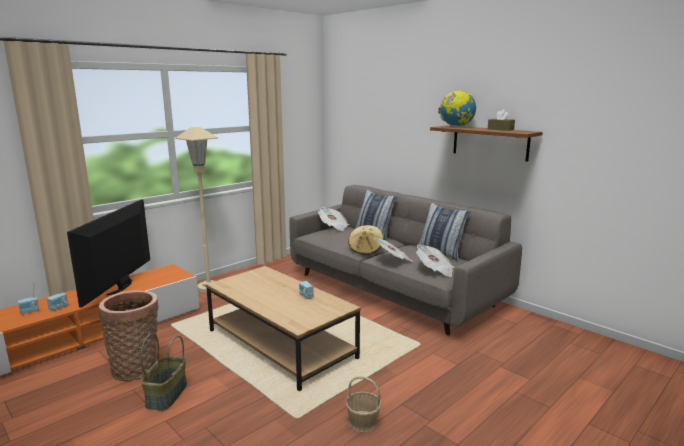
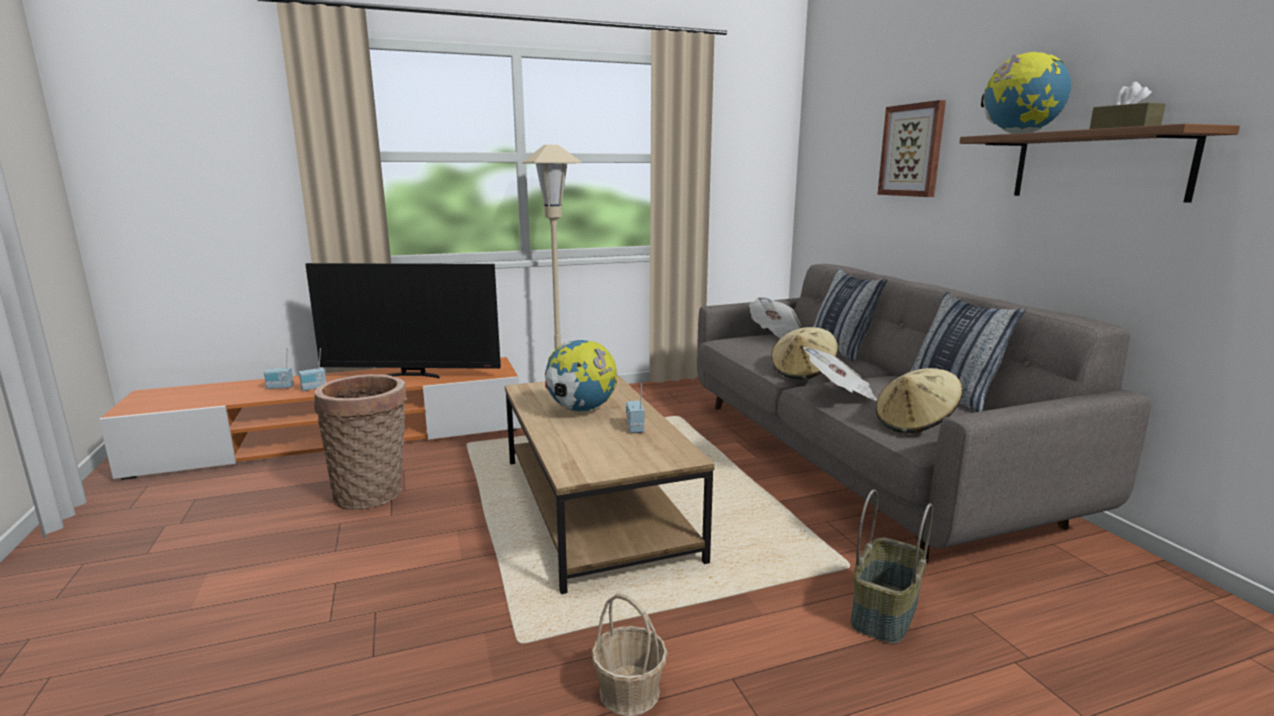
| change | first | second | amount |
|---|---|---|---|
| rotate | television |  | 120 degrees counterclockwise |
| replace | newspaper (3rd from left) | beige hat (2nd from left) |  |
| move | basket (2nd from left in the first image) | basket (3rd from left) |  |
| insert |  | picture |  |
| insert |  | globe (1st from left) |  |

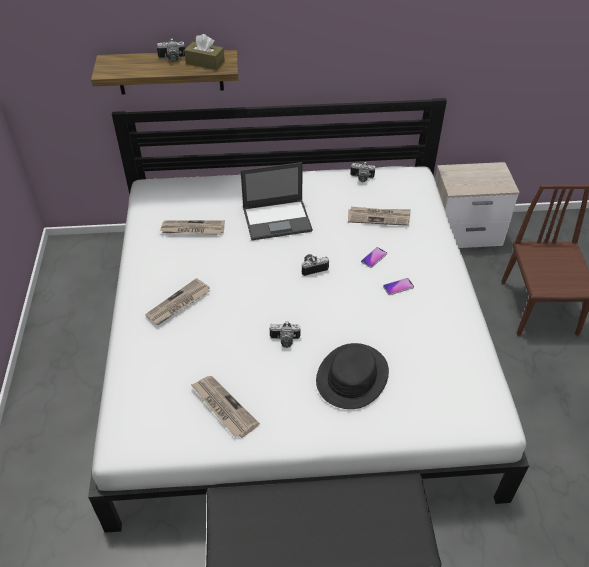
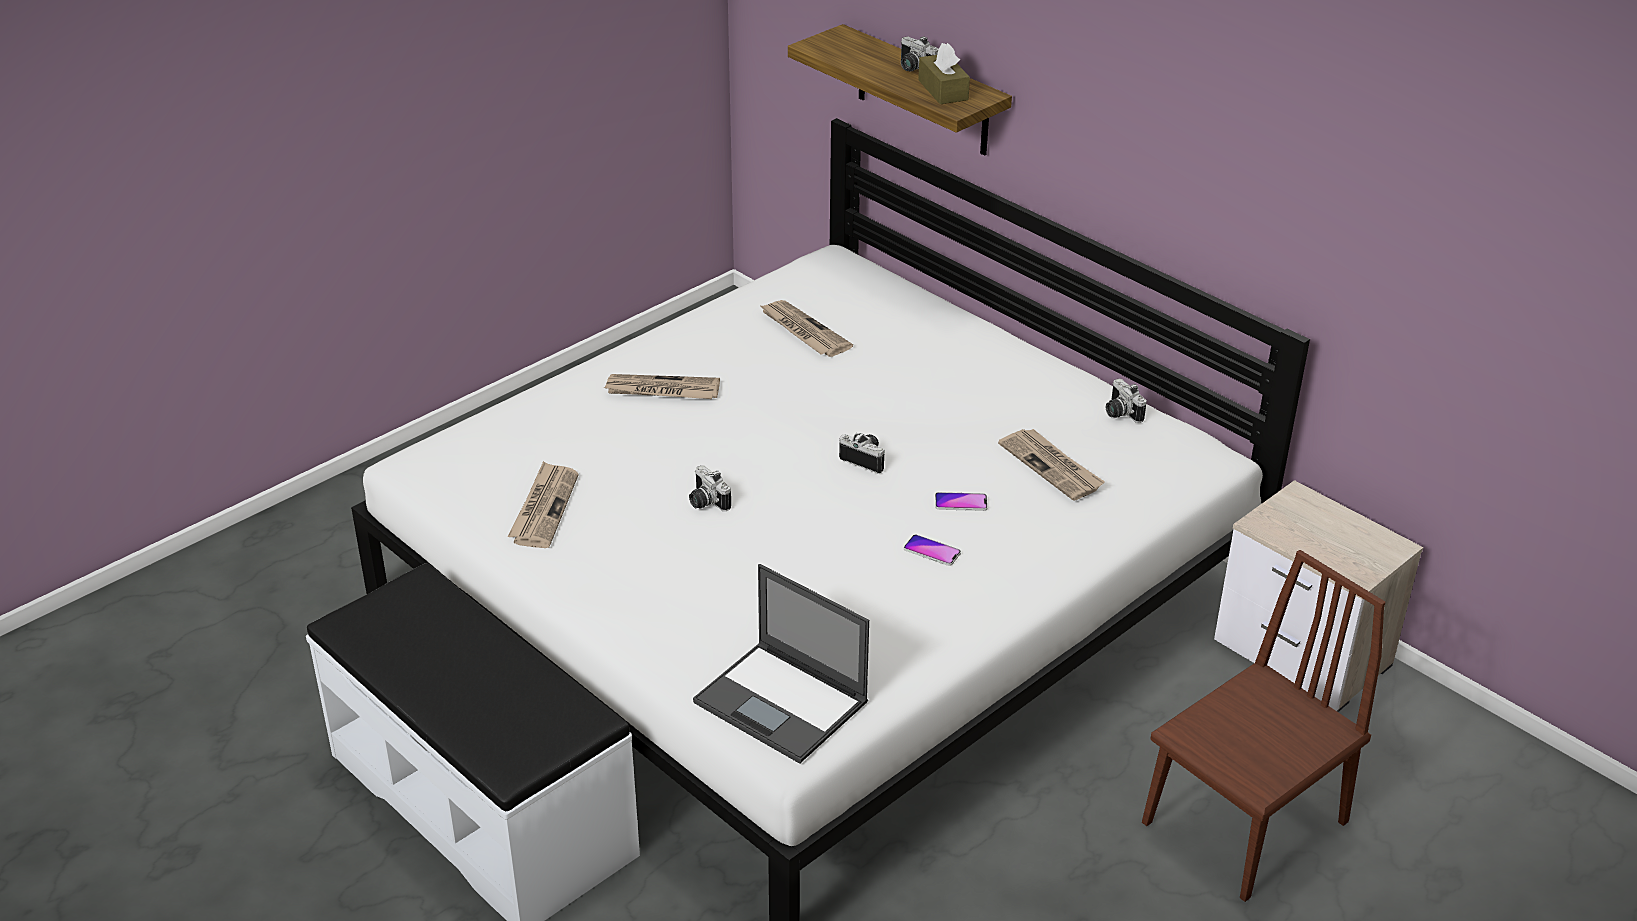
| change | first | second | amount |
|---|---|---|---|
| move | laptop |  |  |
| delete | black hat |  |  |

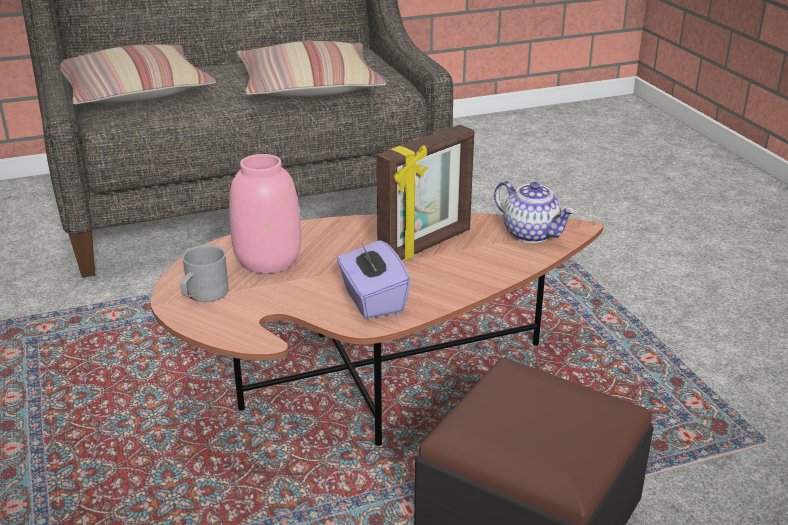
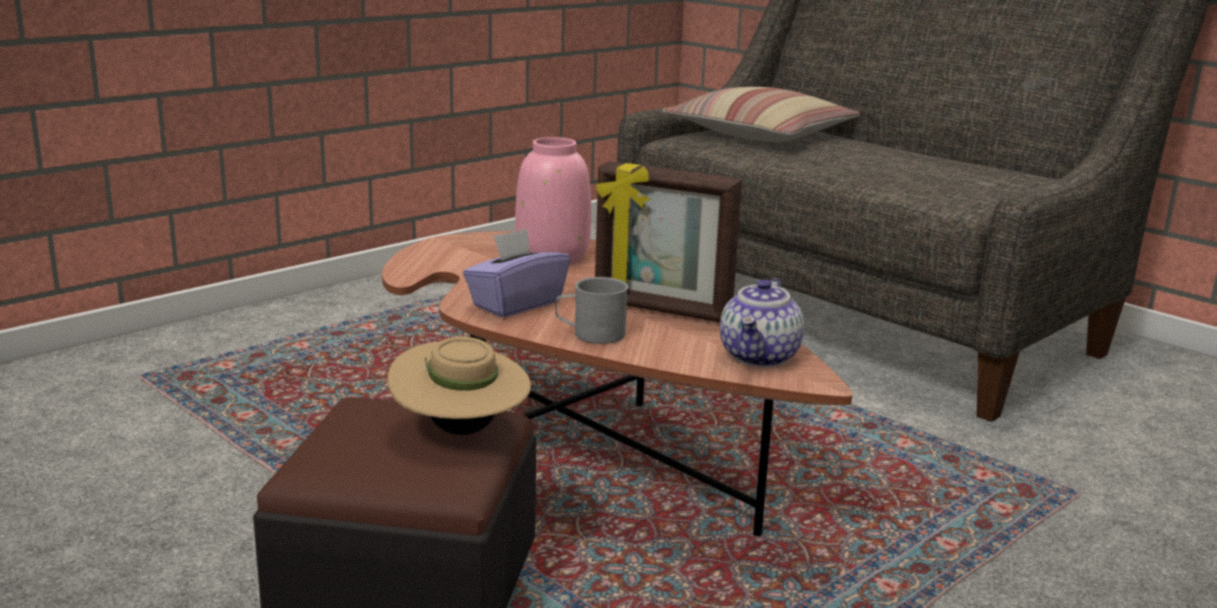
| change | first | second | amount |
|---|---|---|---|
| delete | pillow (2nd from left) |  |  |
| move | grey mug |  |  |
| insert |  | beige hat |  |

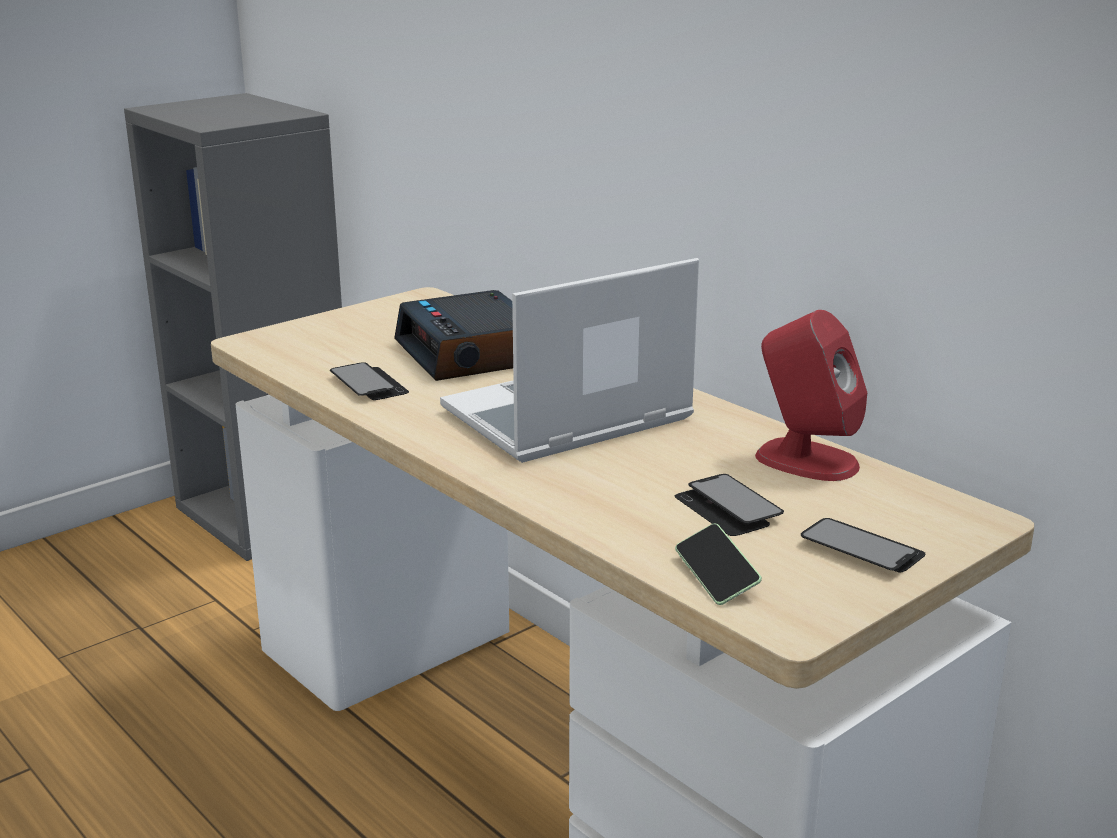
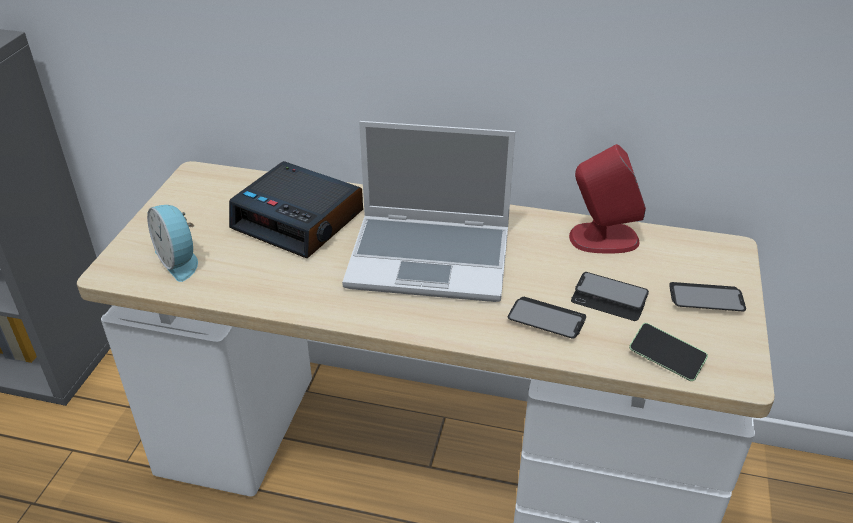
| change | first | second | amount |
|---|---|---|---|
| rotate | laptop |  | 105 degrees counterclockwise |
| move | phone (1st from left) |  |  |
| insert |  | alarm clock (1st from left) |  |

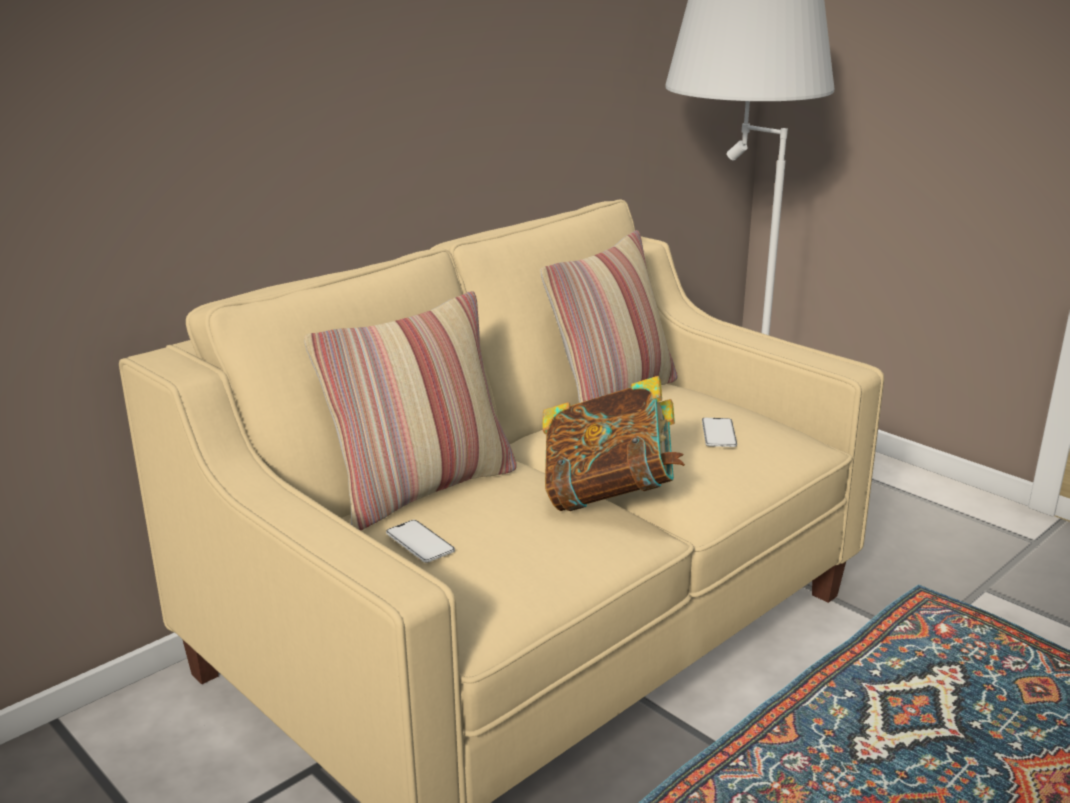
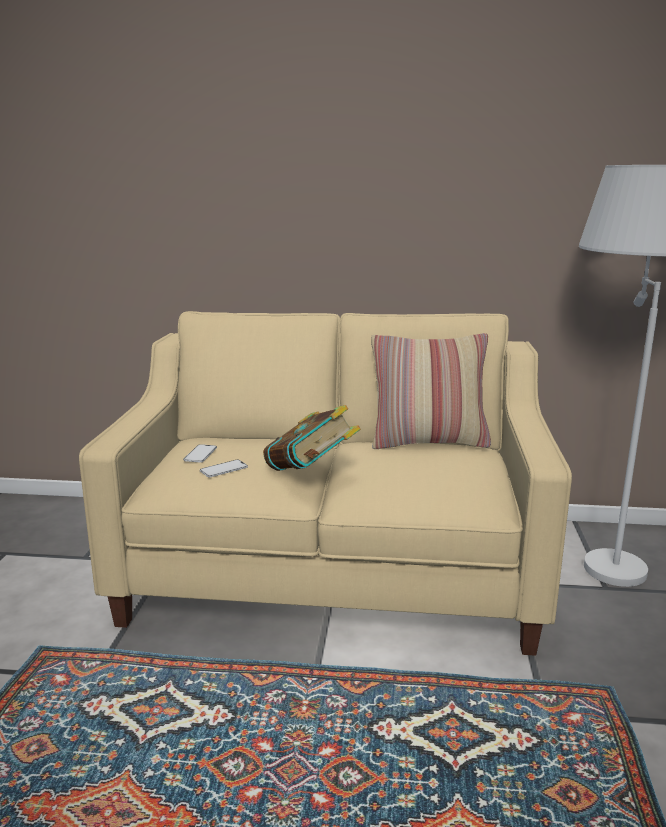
| change | first | second | amount |
|---|---|---|---|
| delete | pillow (1st from left) |  |  |
| move | phone (2nd from left) |  |  |

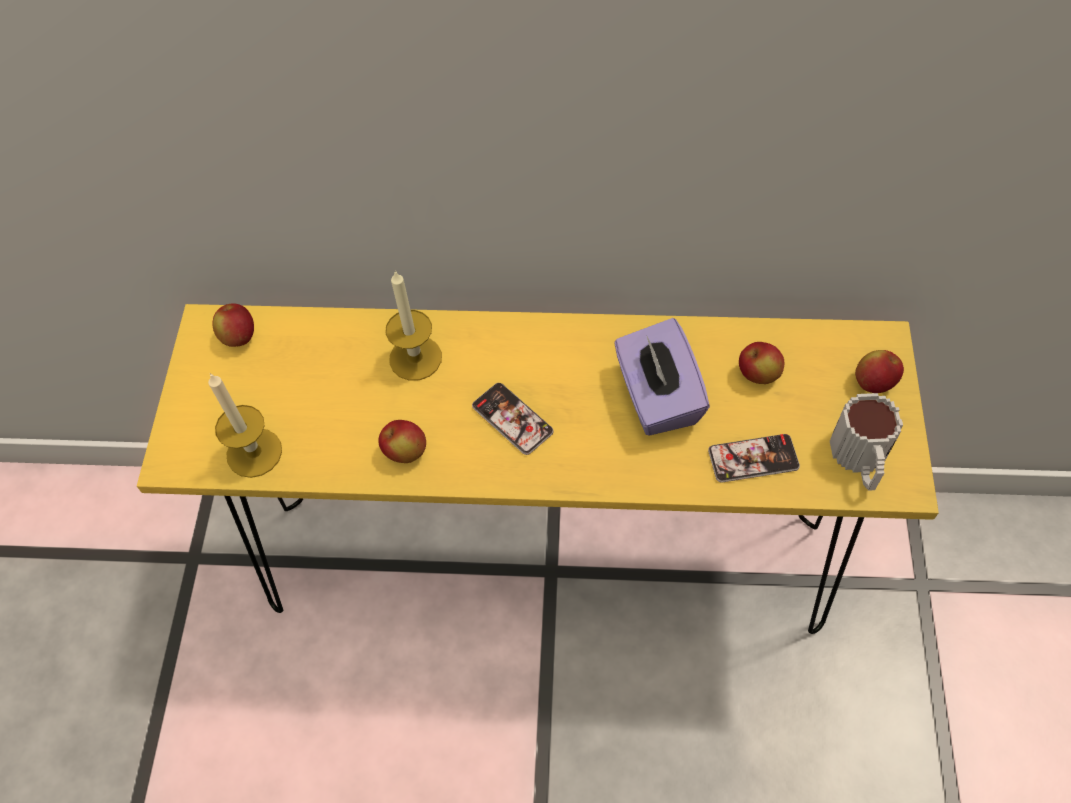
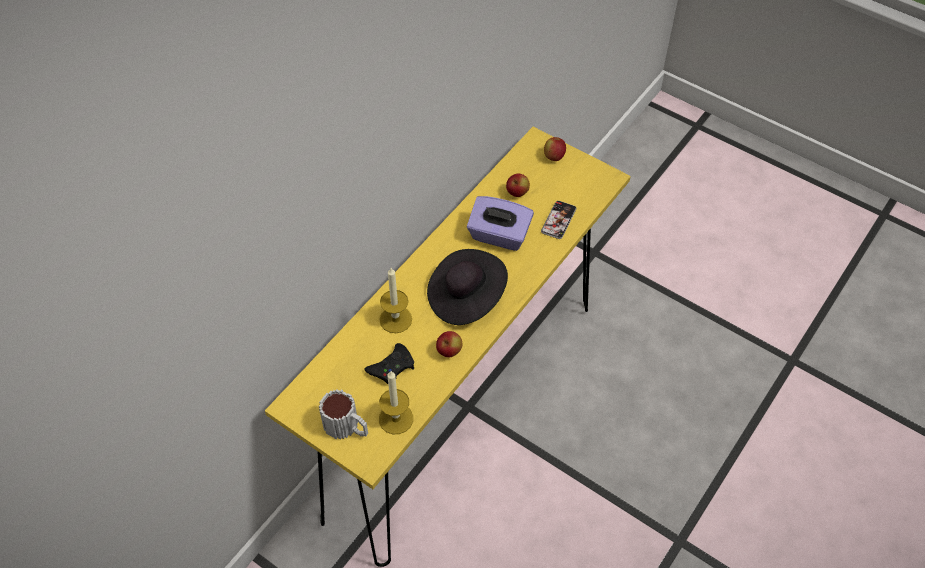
| change | first | second | amount |
|---|---|---|---|
| delete | apple (1st from left) |  |  |
| replace | phone (1st from left) | black hat |  |
| move | mug |  |  |
| insert |  | black game controller |  |

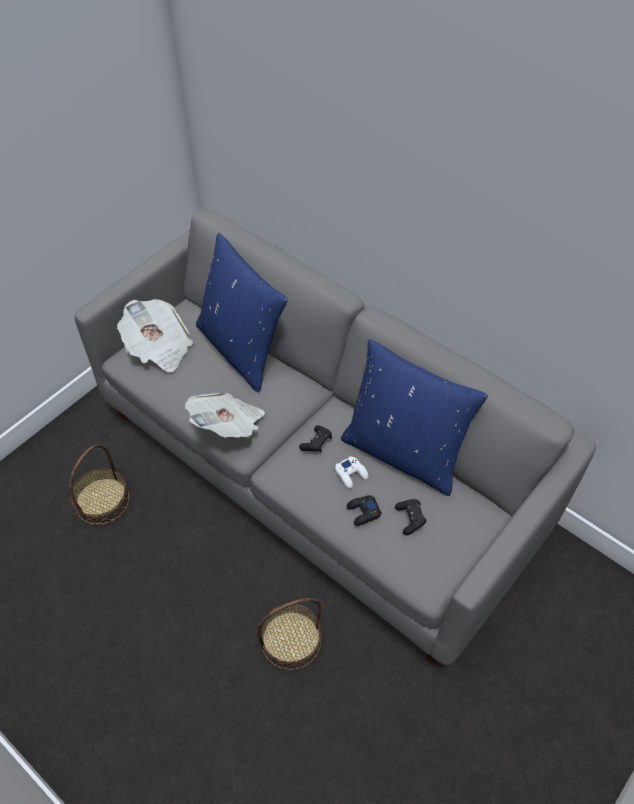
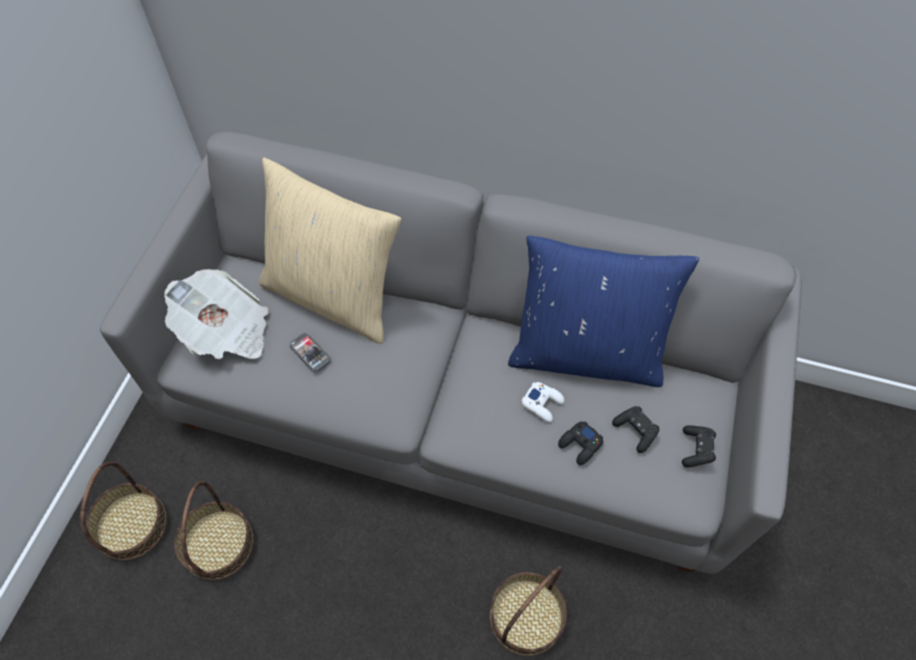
| change | first | second | amount |
|---|---|---|---|
| recolor | blue pillow (1st from left) | beige pillow |  |
| delete | newspaper (2nd from left) |  |  |
| move | black game controller (1st from left in the first image) | black game controller (3rd from left) |  |
| insert |  | phone |  |
| insert |  | basket (1st from left) |  |

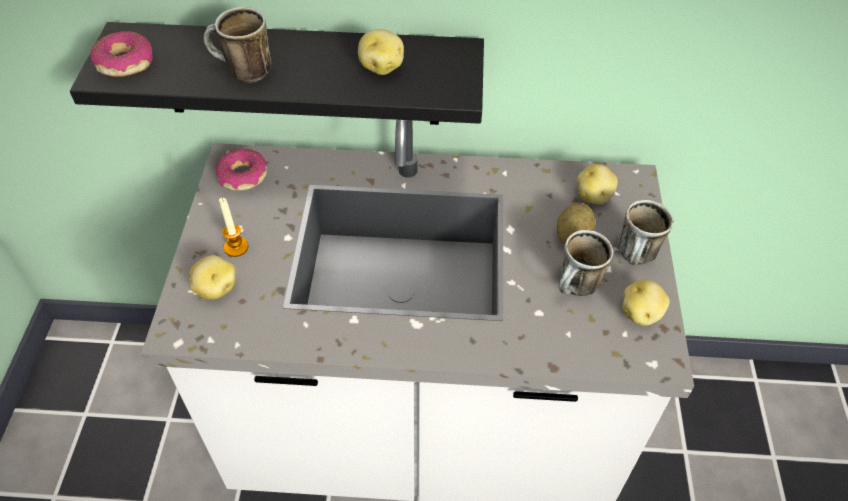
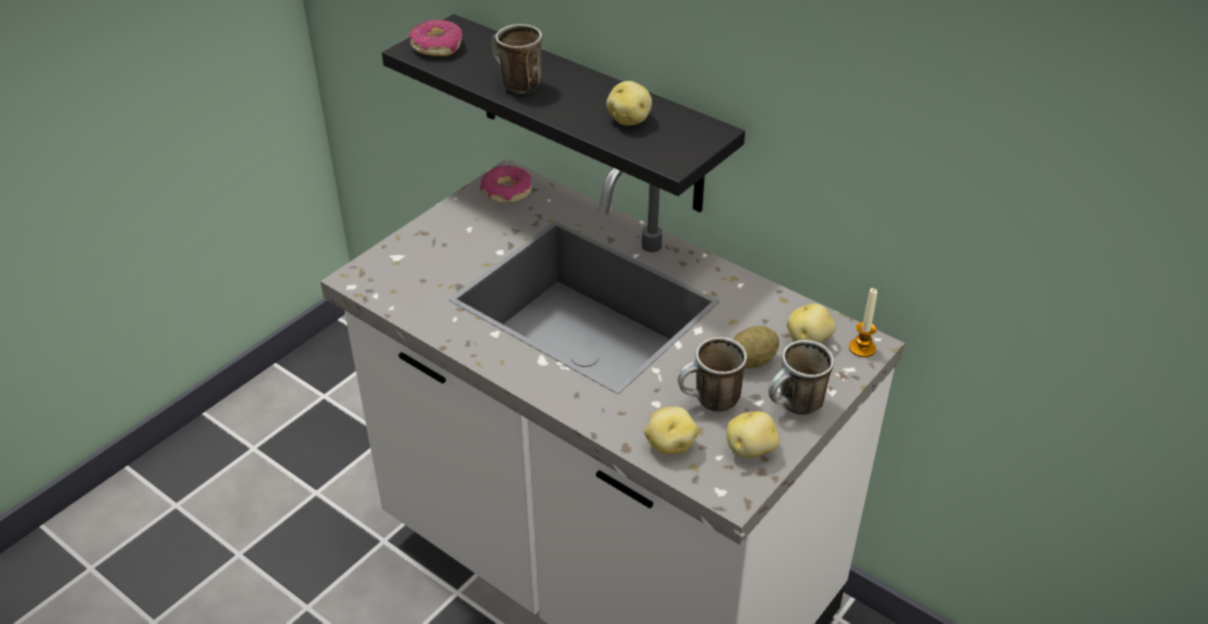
| change | first | second | amount |
|---|---|---|---|
| move | candle |  |  |
| move | potato (1st from left in the first image) | potato (2nd from left) |  |

